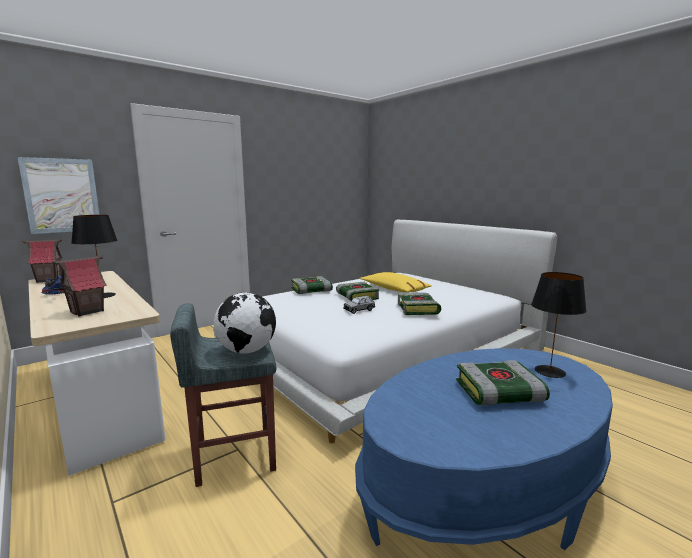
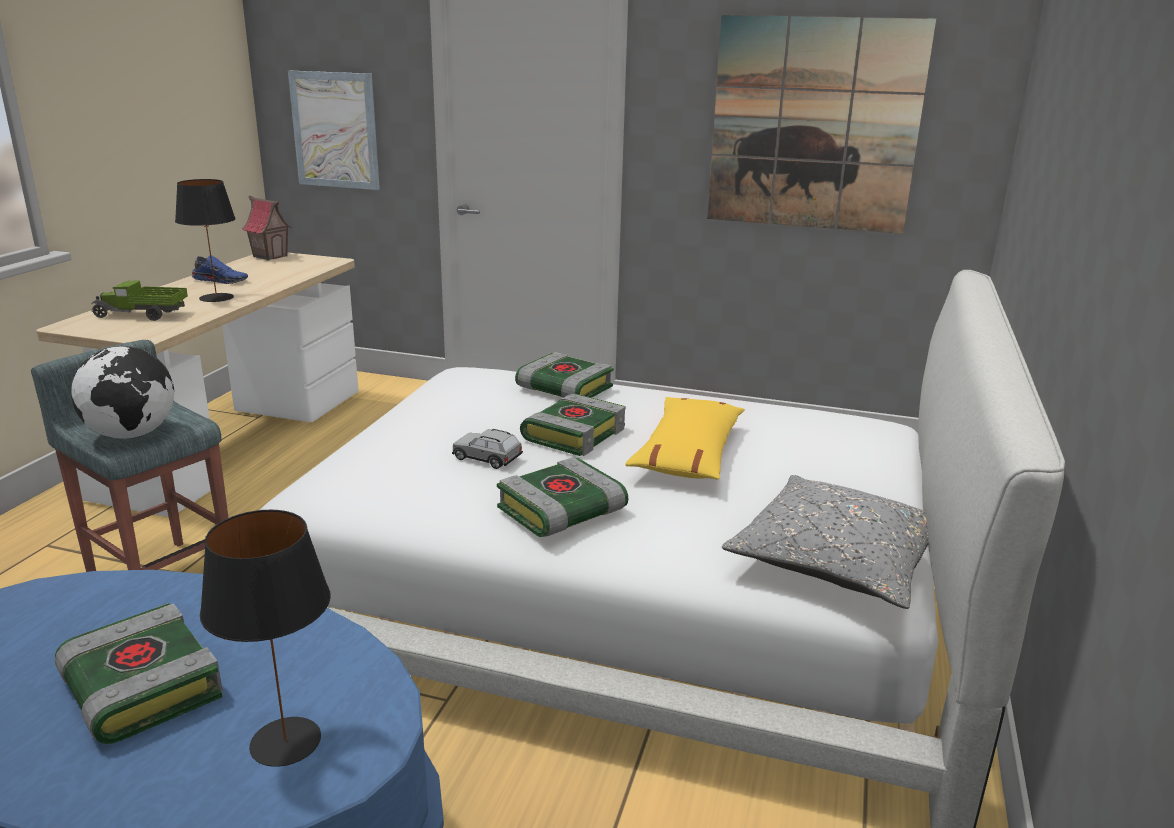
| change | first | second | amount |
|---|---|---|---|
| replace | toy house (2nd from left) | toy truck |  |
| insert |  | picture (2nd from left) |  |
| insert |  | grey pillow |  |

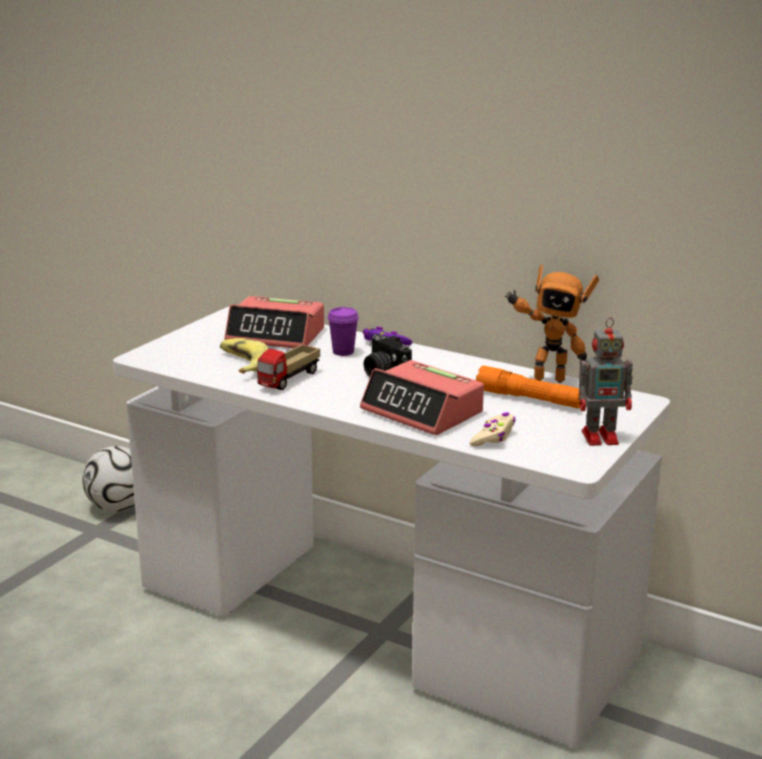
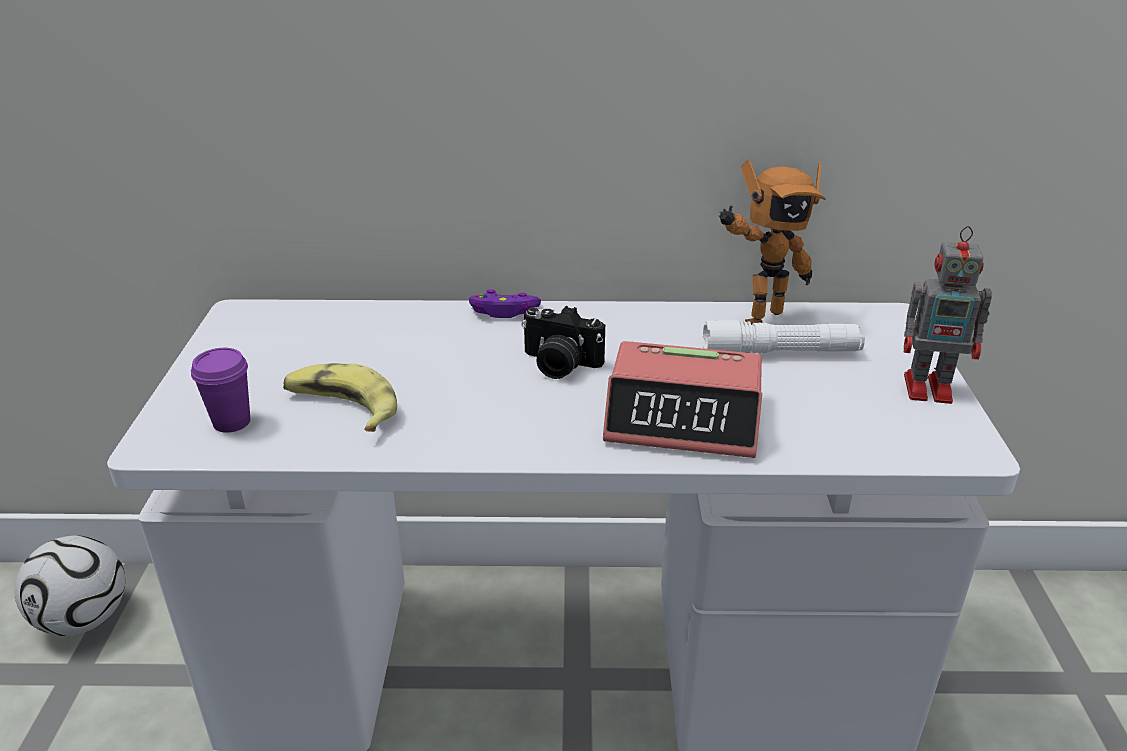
| change | first | second | amount |
|---|---|---|---|
| delete | alarm clock (1st from left) |  |  |
| move | purple cup |  |  |
| rotate | toy robot (2nd from left) |  | 45 degrees clockwise |
| delete | toy truck |  |  |
| recolor | orange flashlight | white flashlight |  |
| delete | beige game controller |  |  |

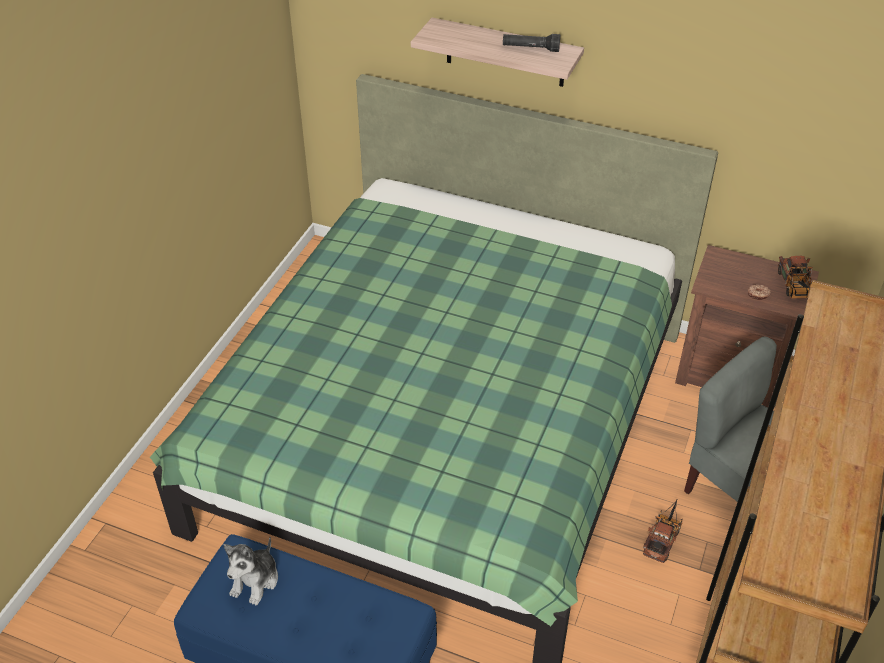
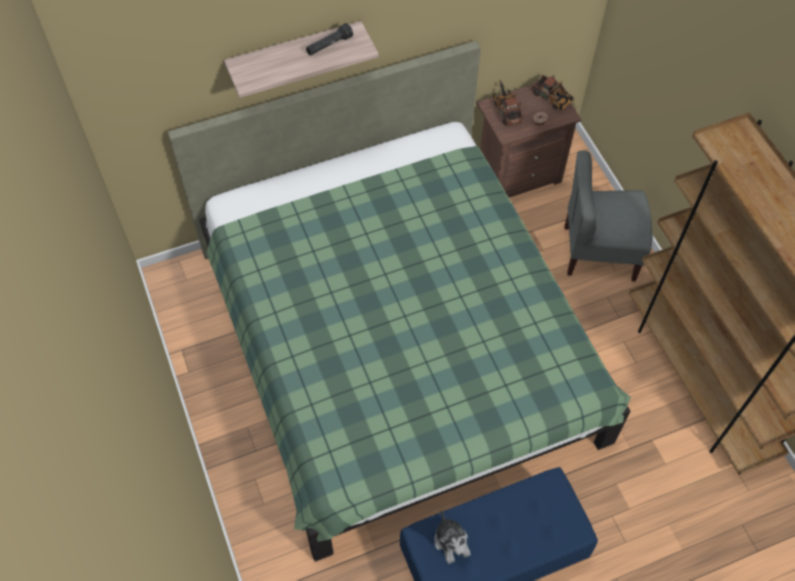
| change | first | second | amount |
|---|---|---|---|
| move | toy truck (1st from left) |  |  |

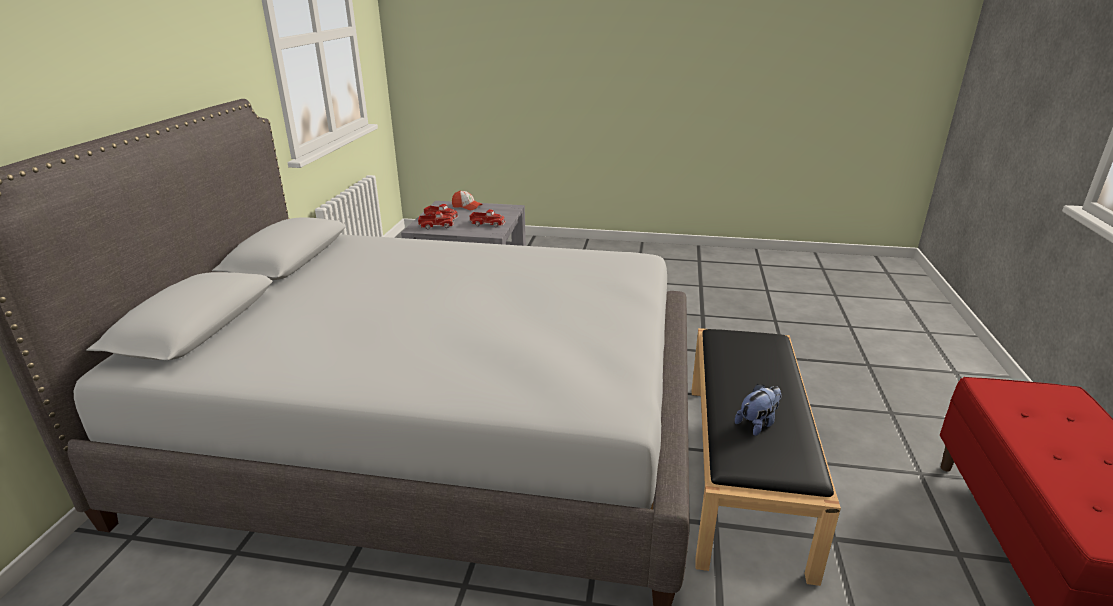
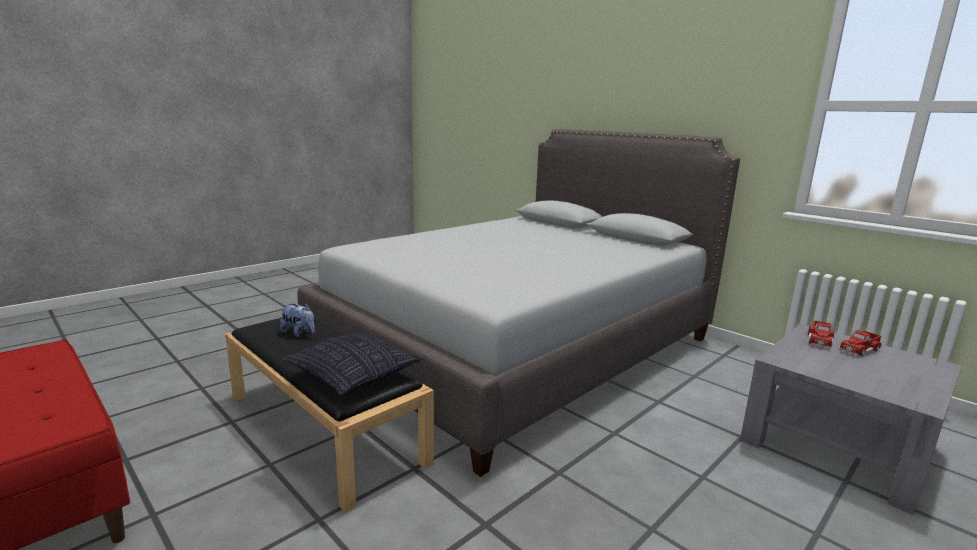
| change | first | second | amount |
|---|---|---|---|
| delete | cap |  |  |
| delete | toy truck (3rd from left) |  |  |
| rotate | plush toy |  | 60 degrees counterclockwise |
| insert |  | pillow |  |

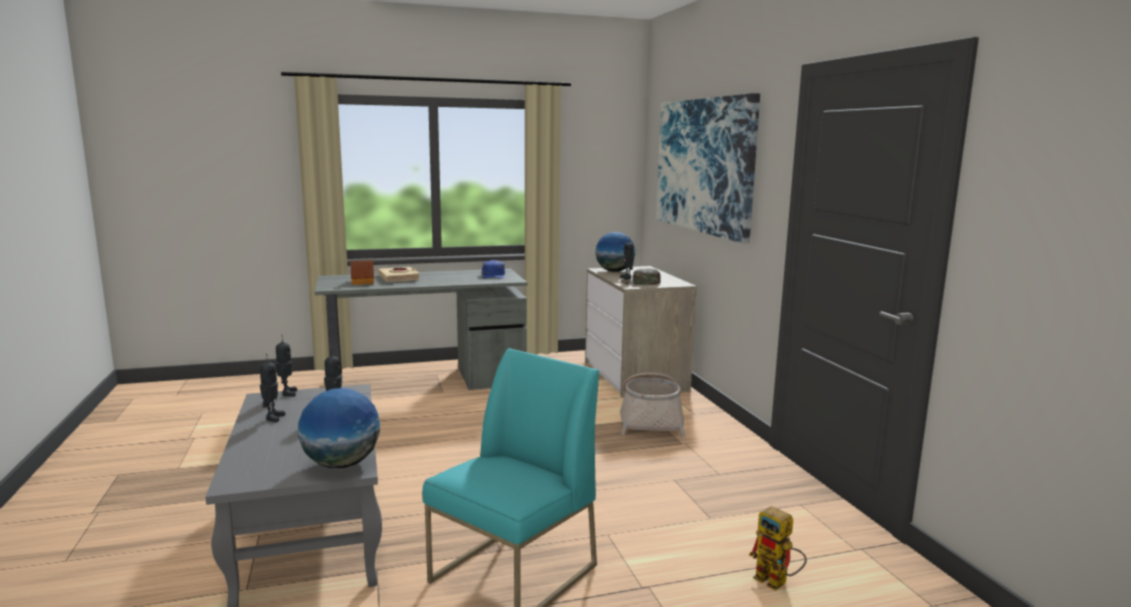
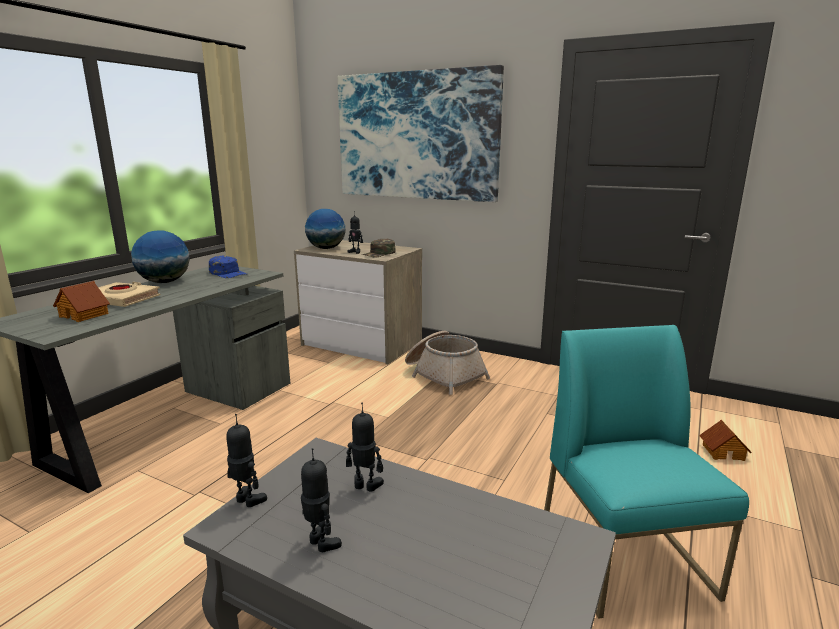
| change | first | second | amount |
|---|---|---|---|
| move | globe (1st from left) |  |  |
| replace | toy robot (5th from left) | toy house (2nd from left) |  |

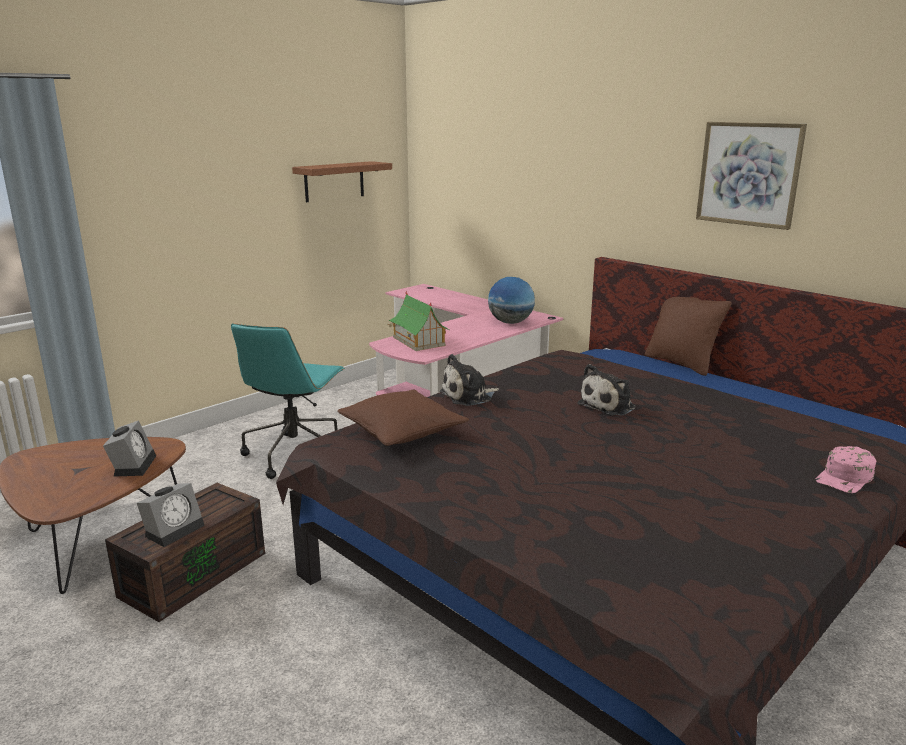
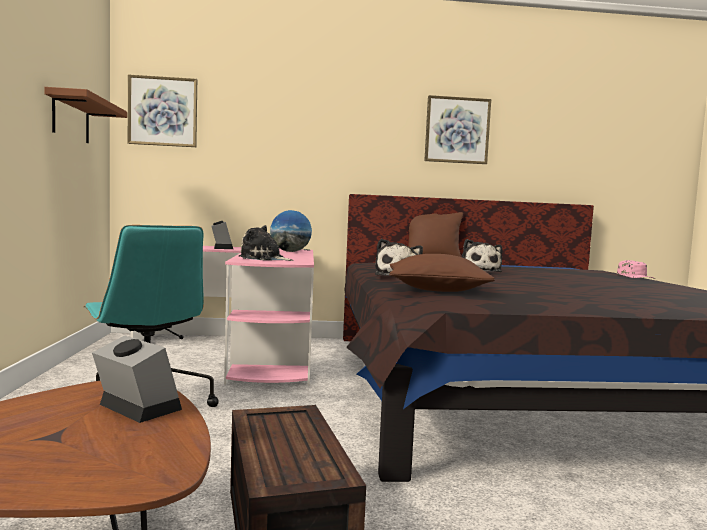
| change | first | second | amount |
|---|---|---|---|
| replace | toy house | plush toy (1st from left) |  |
| move | alarm clock (2nd from left) |  |  |
| insert |  | picture (1st from left) |  |

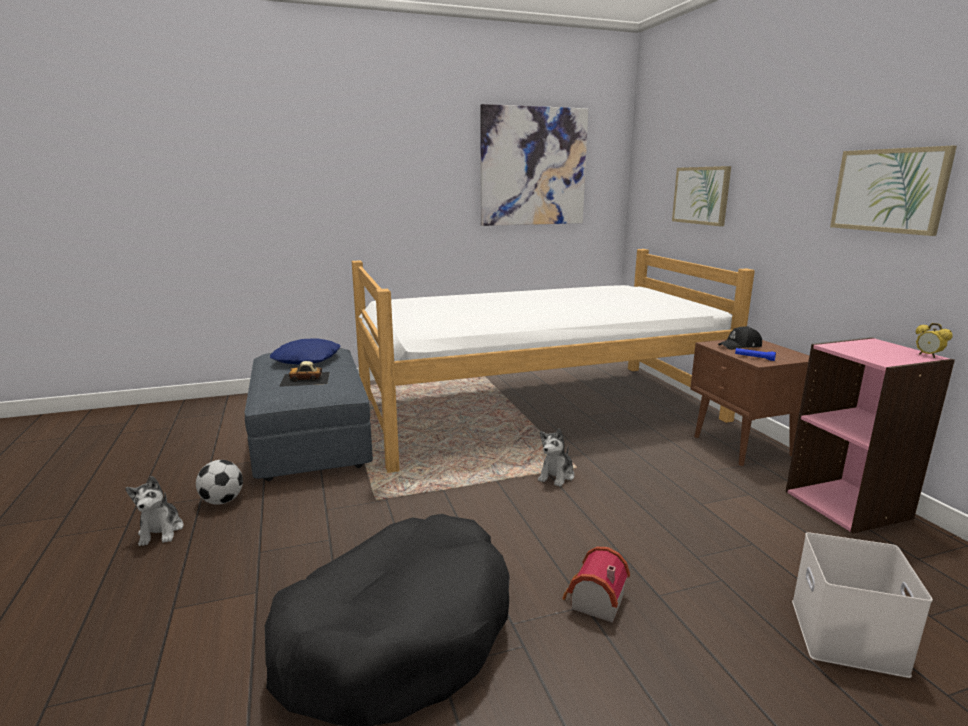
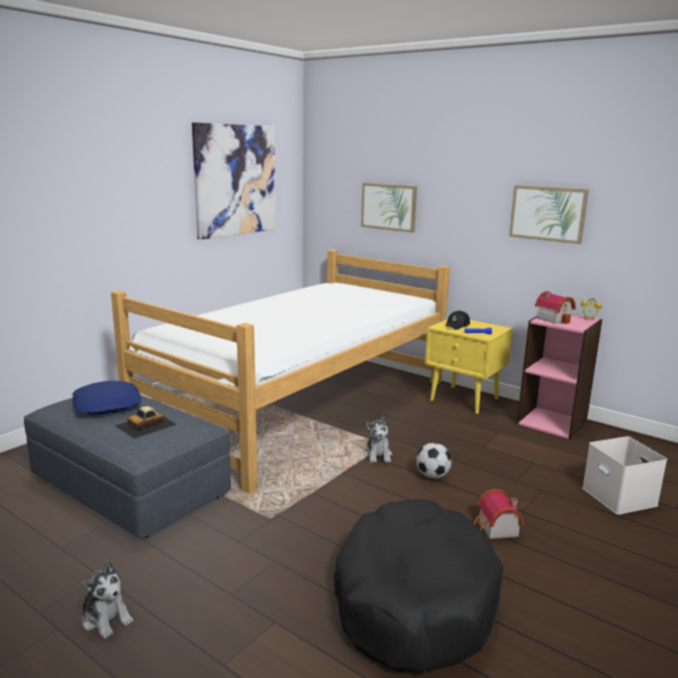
| change | first | second | amount |
|---|---|---|---|
| recolor | brown nightstand | yellow nightstand |  |
| move | football |  |  |
| insert |  | toy house (2nd from left) |  |

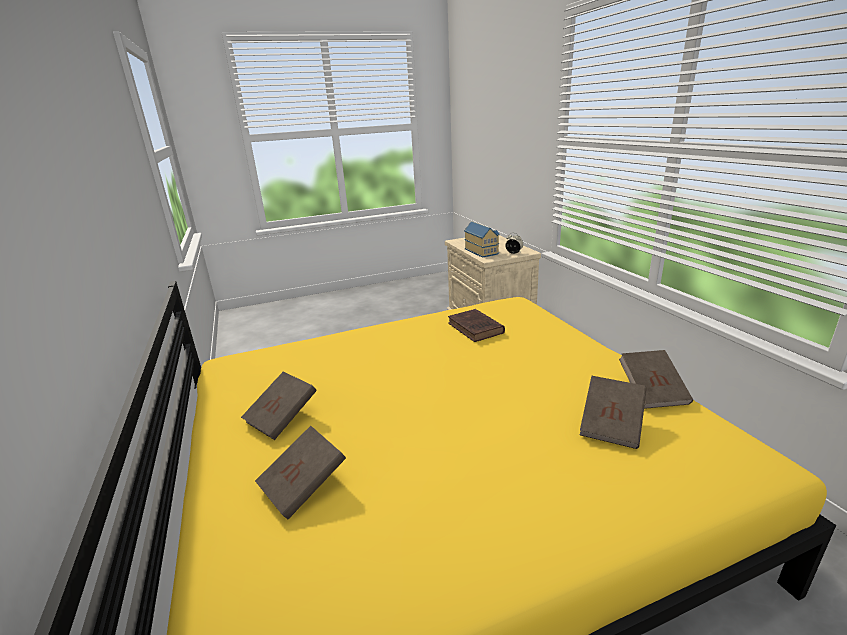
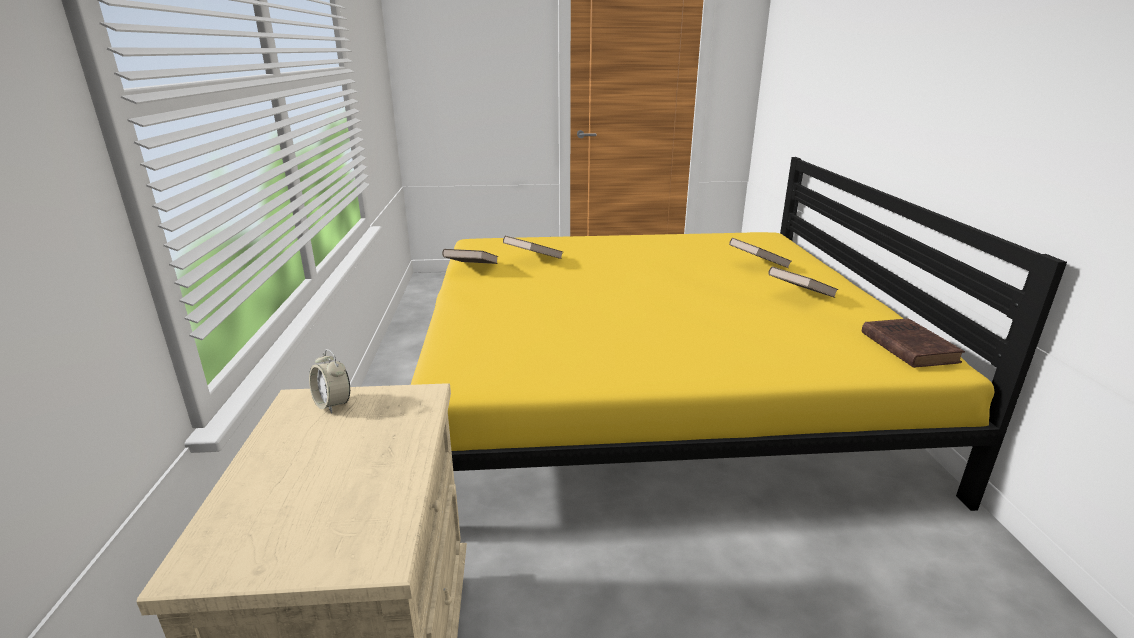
| change | first | second | amount |
|---|---|---|---|
| delete | toy house |  |  |
| move | brown book (3rd from left in the first image) | brown book (5th from left) |  |

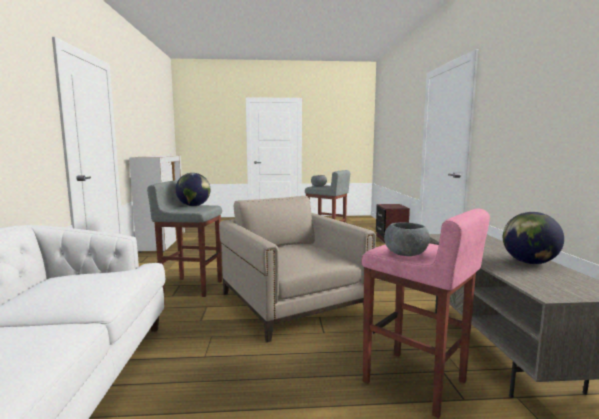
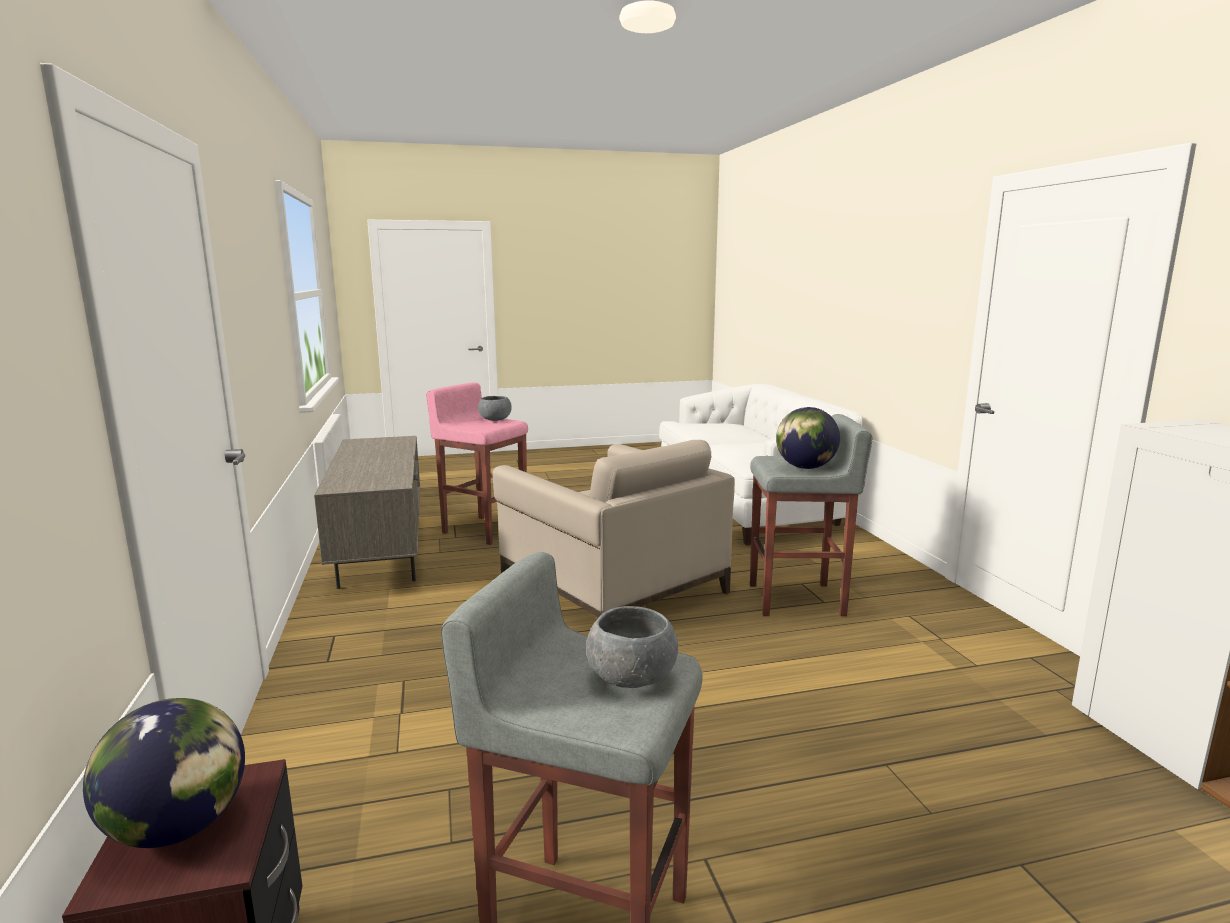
| change | first | second | amount |
|---|---|---|---|
| move | globe (2nd from left in the first image) | globe (1st from left) |  |

